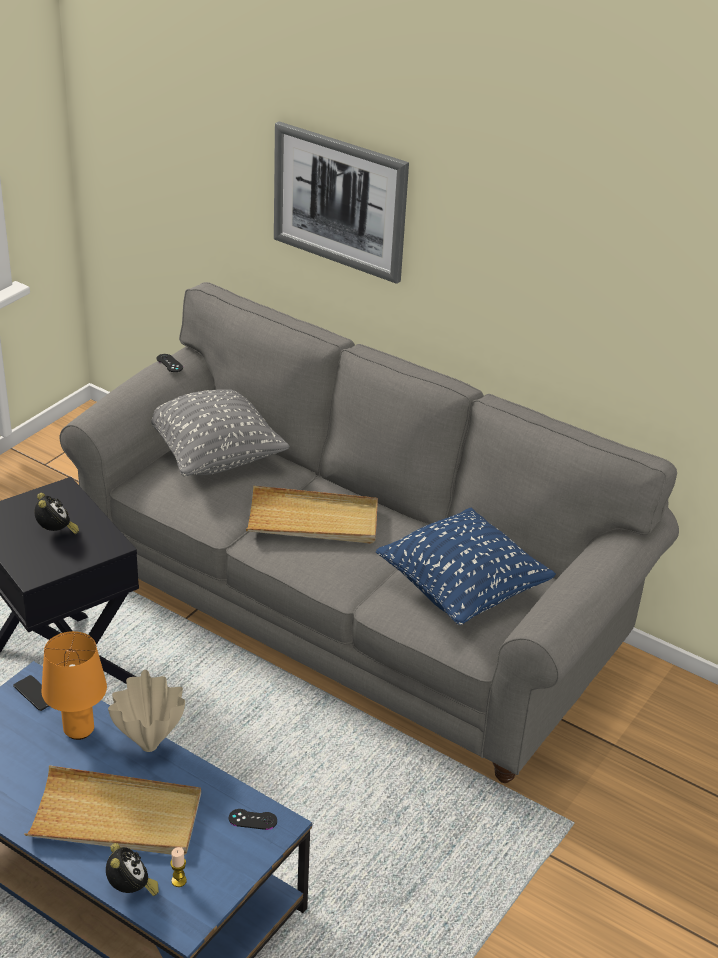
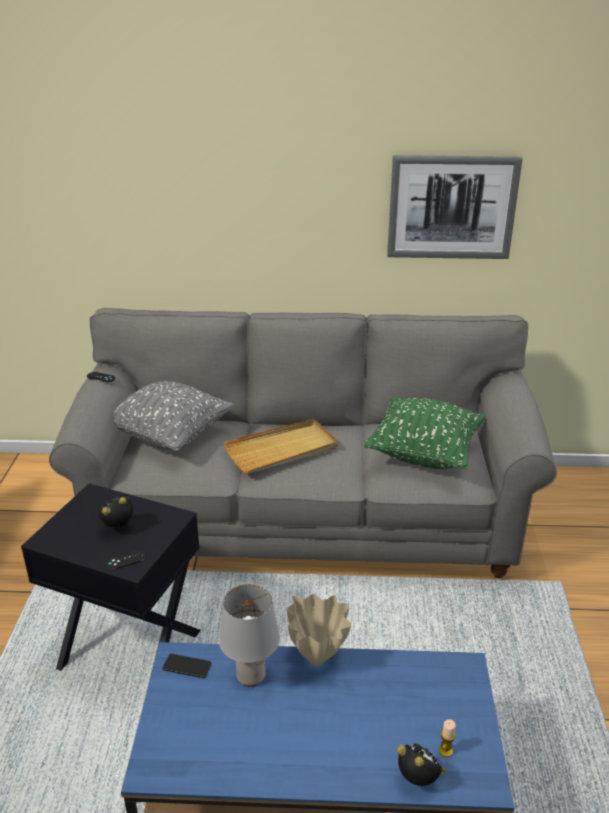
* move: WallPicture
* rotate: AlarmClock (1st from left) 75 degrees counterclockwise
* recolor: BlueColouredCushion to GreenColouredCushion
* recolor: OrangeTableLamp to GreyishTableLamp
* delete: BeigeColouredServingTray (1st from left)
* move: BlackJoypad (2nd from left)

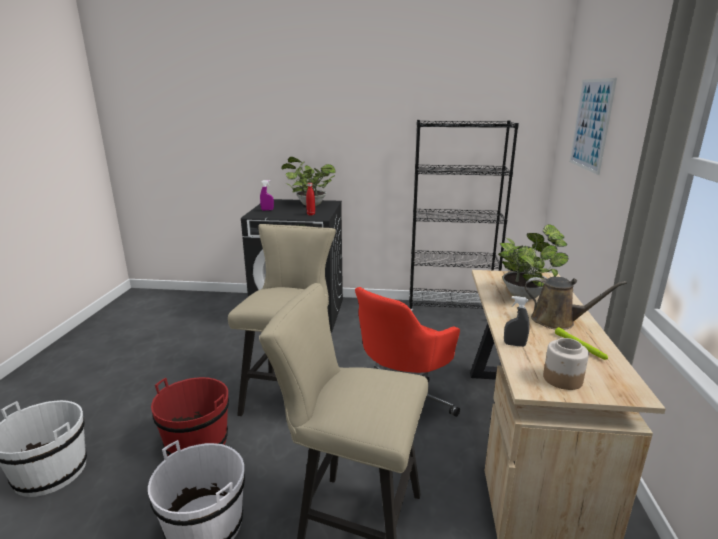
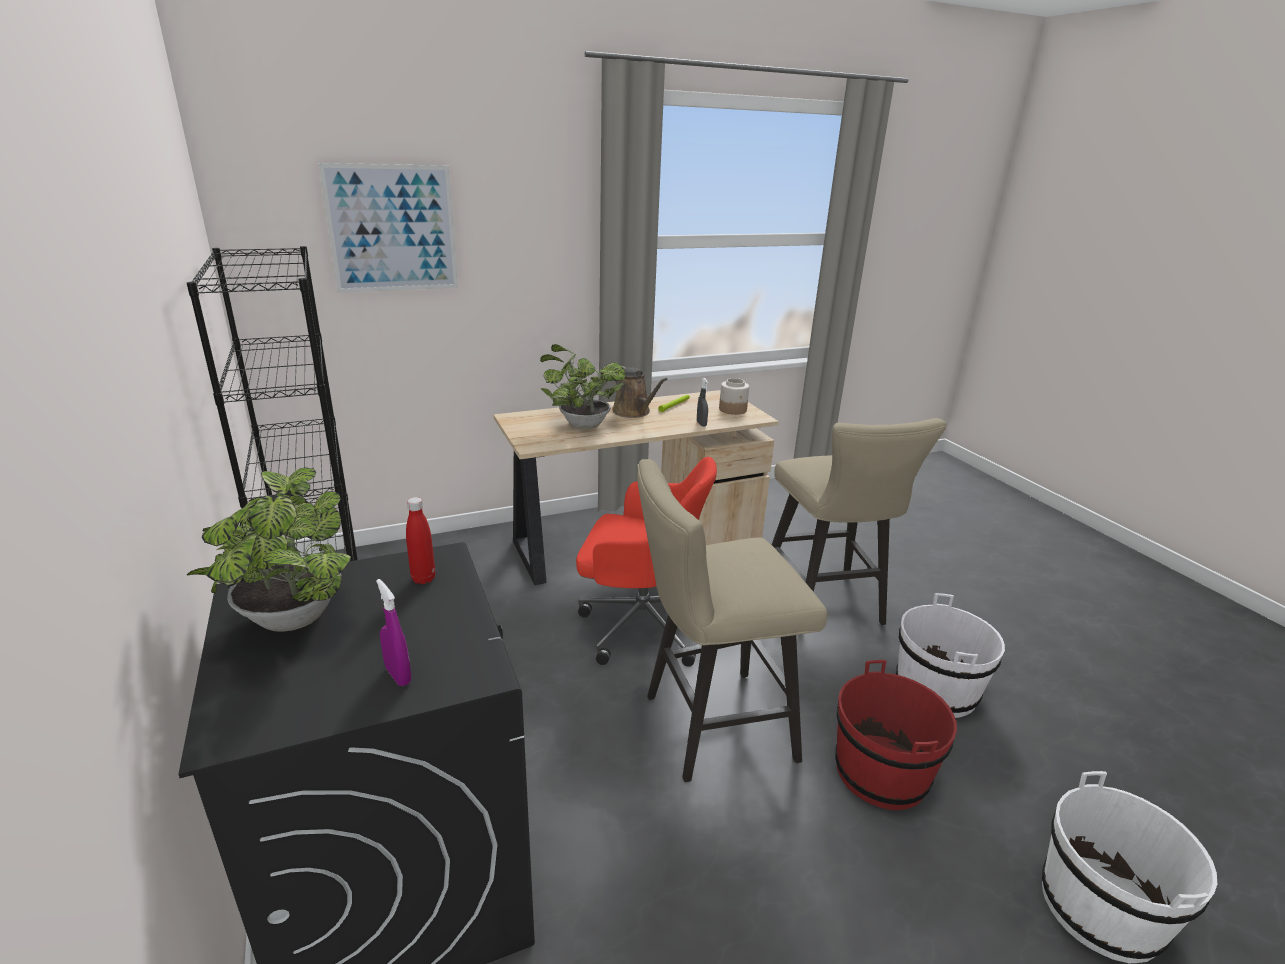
* rotate: BrownishSprinklingCan 150 degrees clockwise

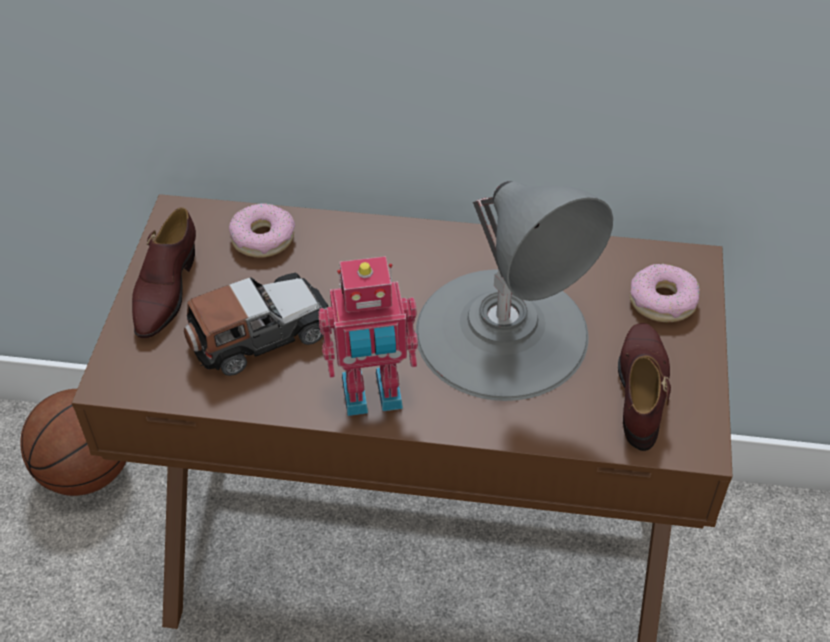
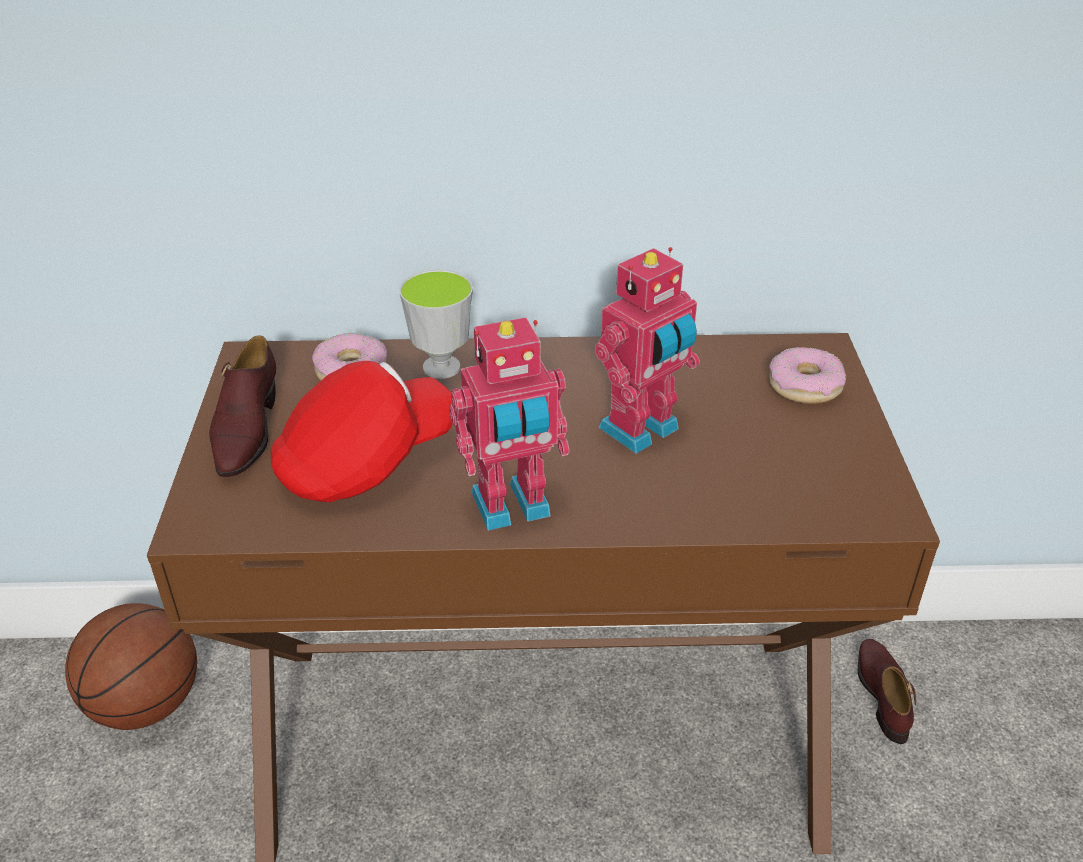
* replace: GreyishTableLamp to ToyRobot (2nd from left)
* replace: ToyCar to RedPeakedCap
* move: BrownishItemOfFootwear (2nd from left)
* insert: DrinkingCup

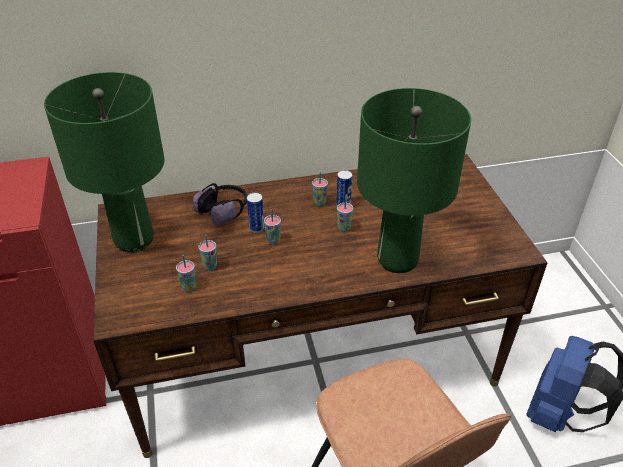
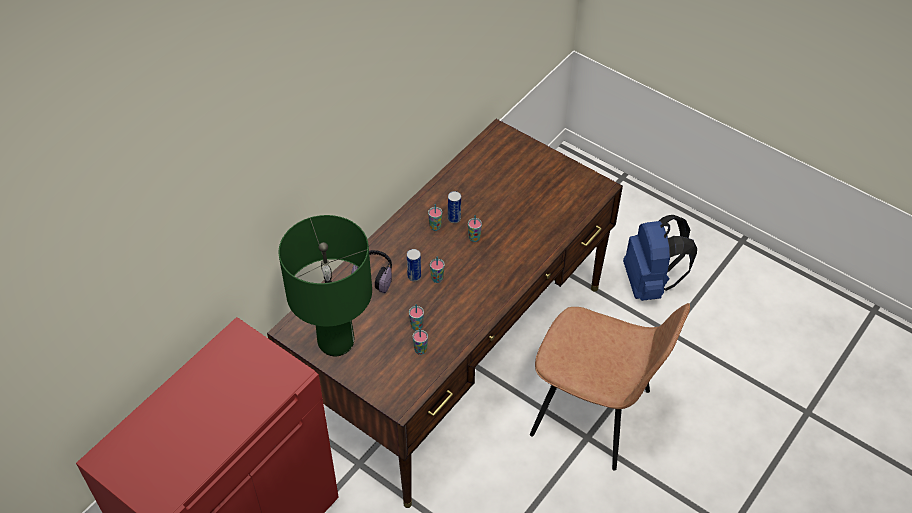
* delete: GreenColouredTableLamp (2nd from left)

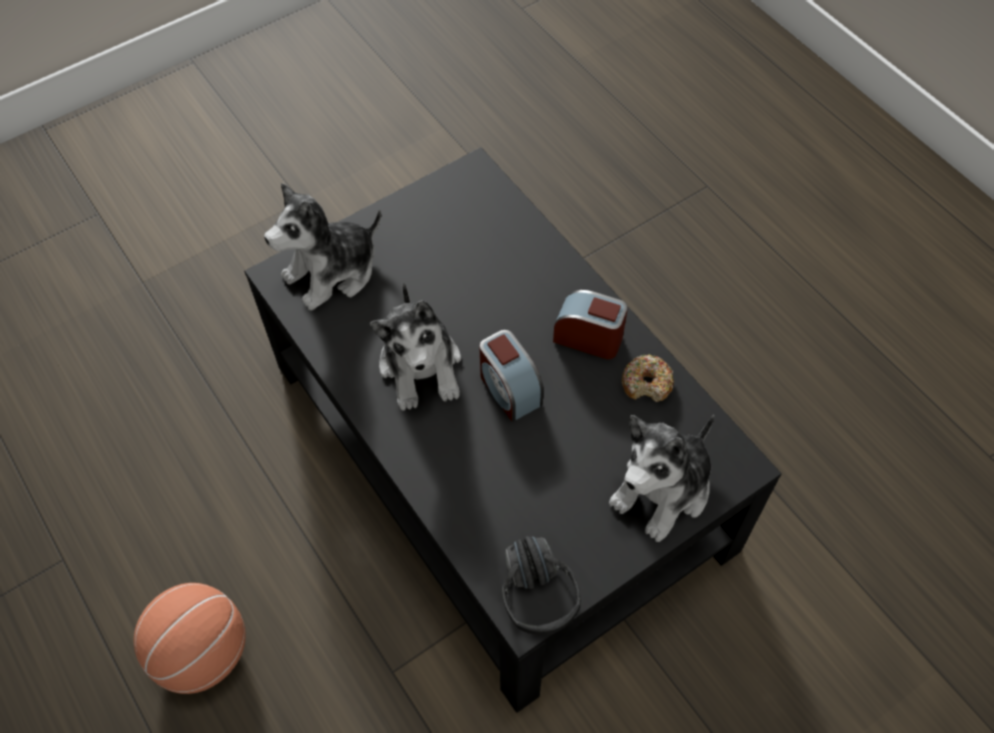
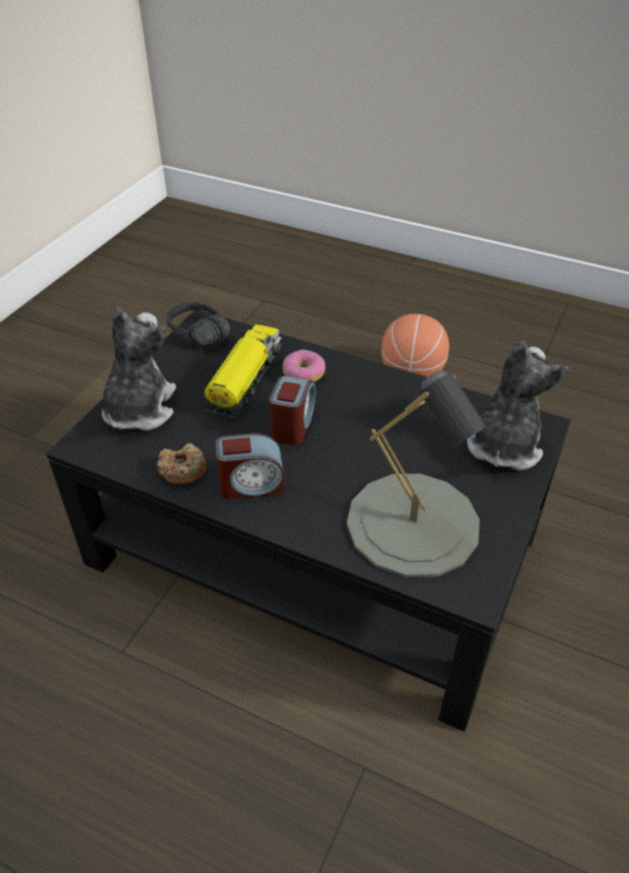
* delete: SoftToy (2nd from left)
* rotate: AlarmClock (1st from left in the first image) 75 degrees clockwise
* insert: ToyLorry
* insert: RingDoughnut (2nd from left)
* insert: GreyishTableLamp

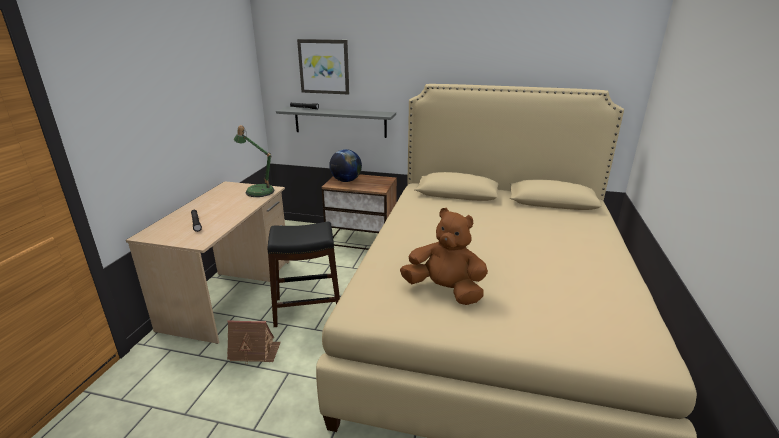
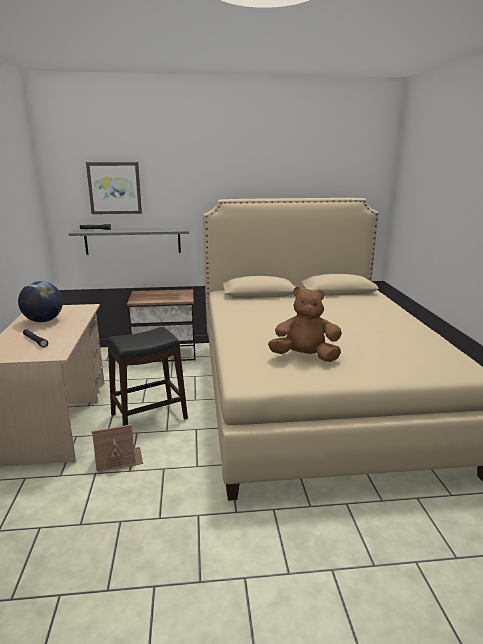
* delete: TableLamp
* move: WorldGlobe

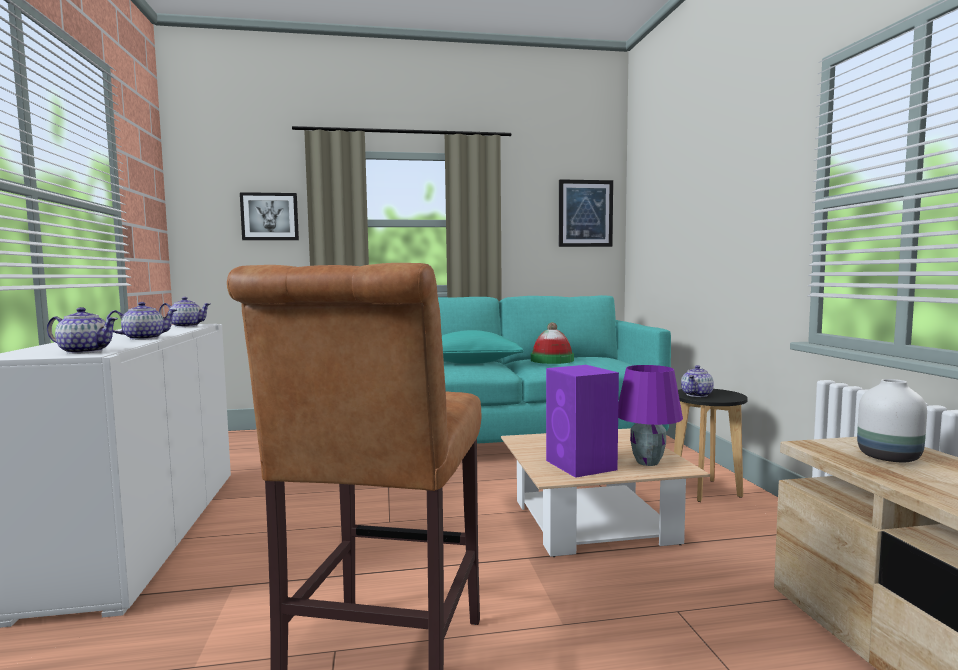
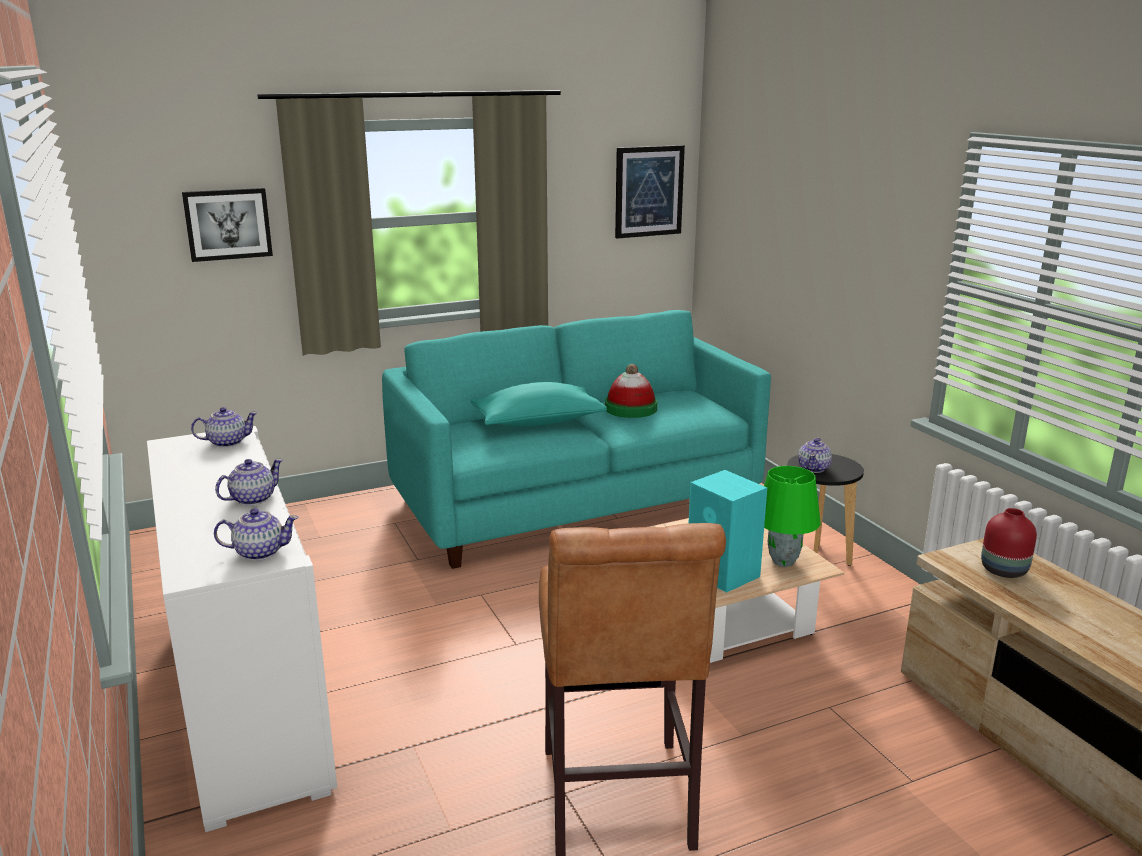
* recolor: PurplishLoudspeaker to BlueGreenLoudspeaker
* recolor: PurplishTableLamp to GreenColouredTableLamp
* recolor: WhiteColouredVase to RedVase

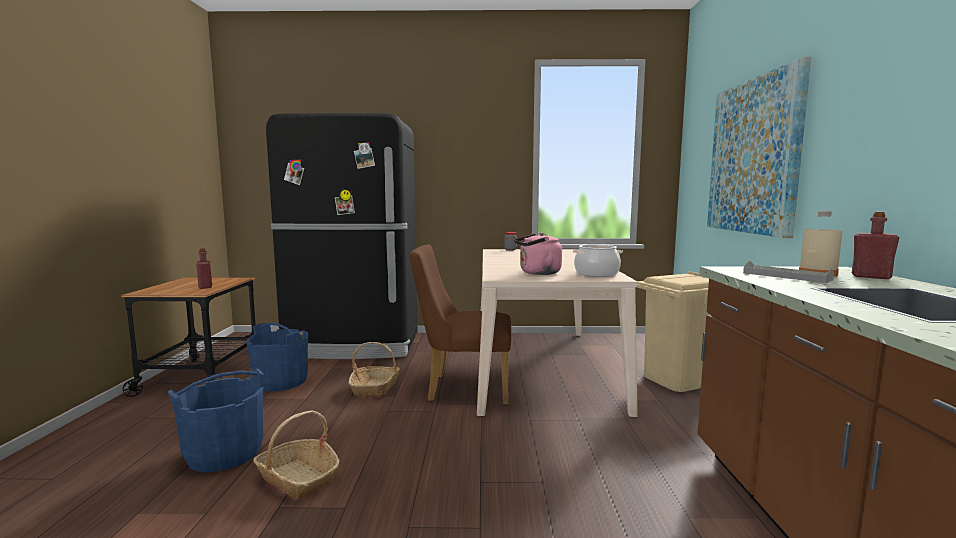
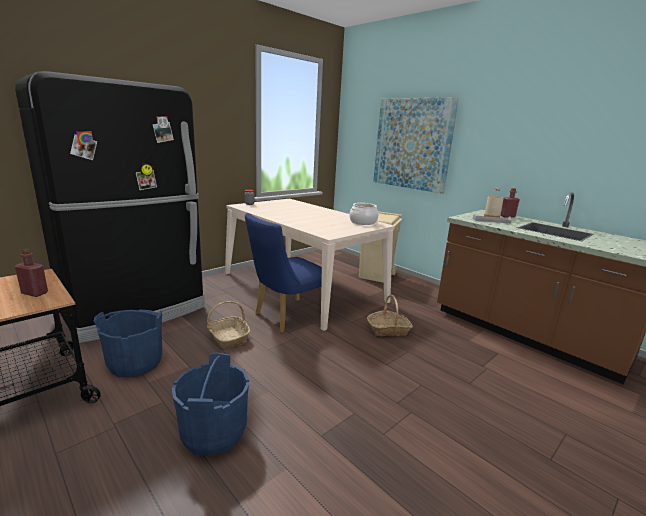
* delete: PinkishTeaKettle
* recolor: BrownishChair to BlueColouredChair
* move: Basket (1st from left in the first image) to Basket (2nd from left)

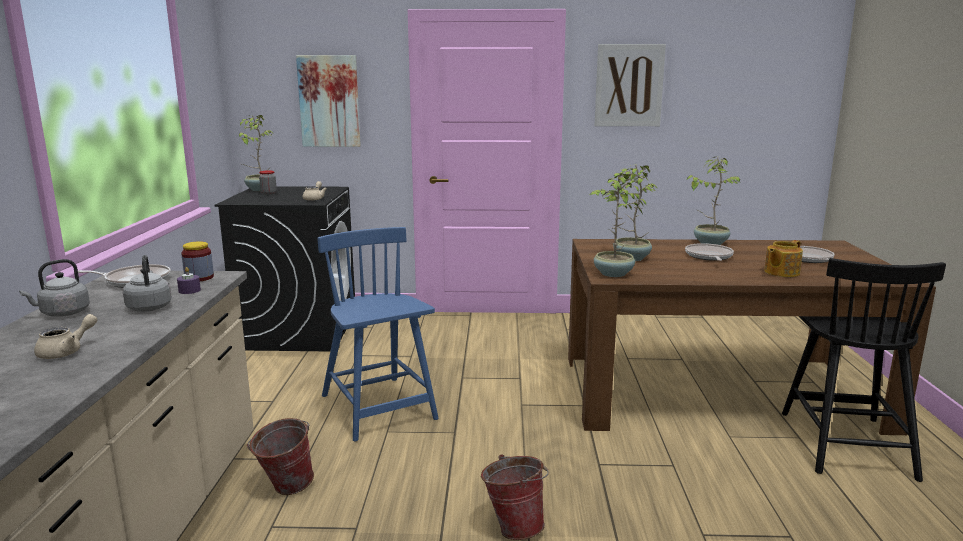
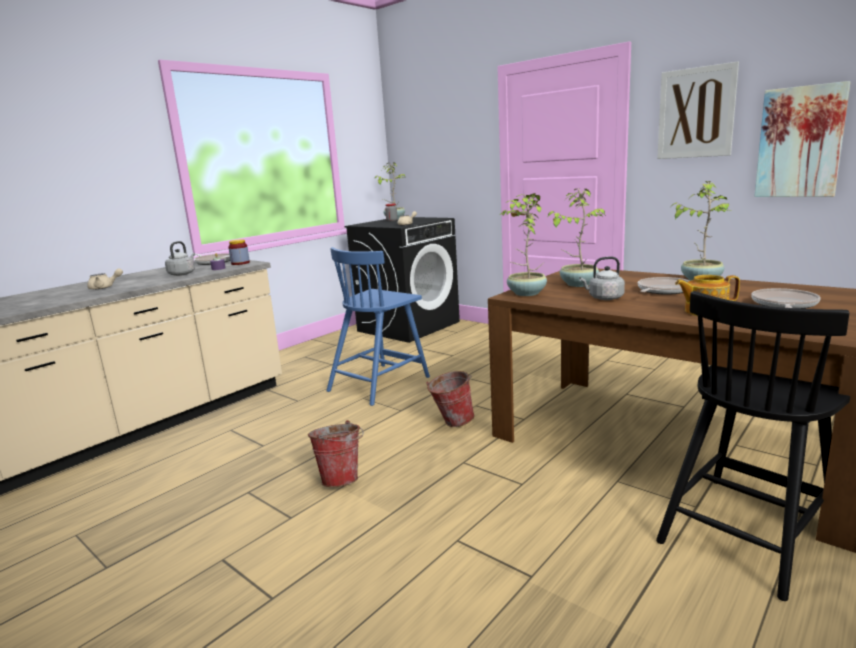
* move: WallPicture (1st from left in the first image) to WallPicture (2nd from left)
* rotate: BlueColouredChair 150 degrees counterclockwise
* move: GreyishTeaKettle (1st from left in the first image) to GreyishTeaKettle (2nd from left)
* move: Bucket (1st from left in the first image) to Bucket (2nd from left)

